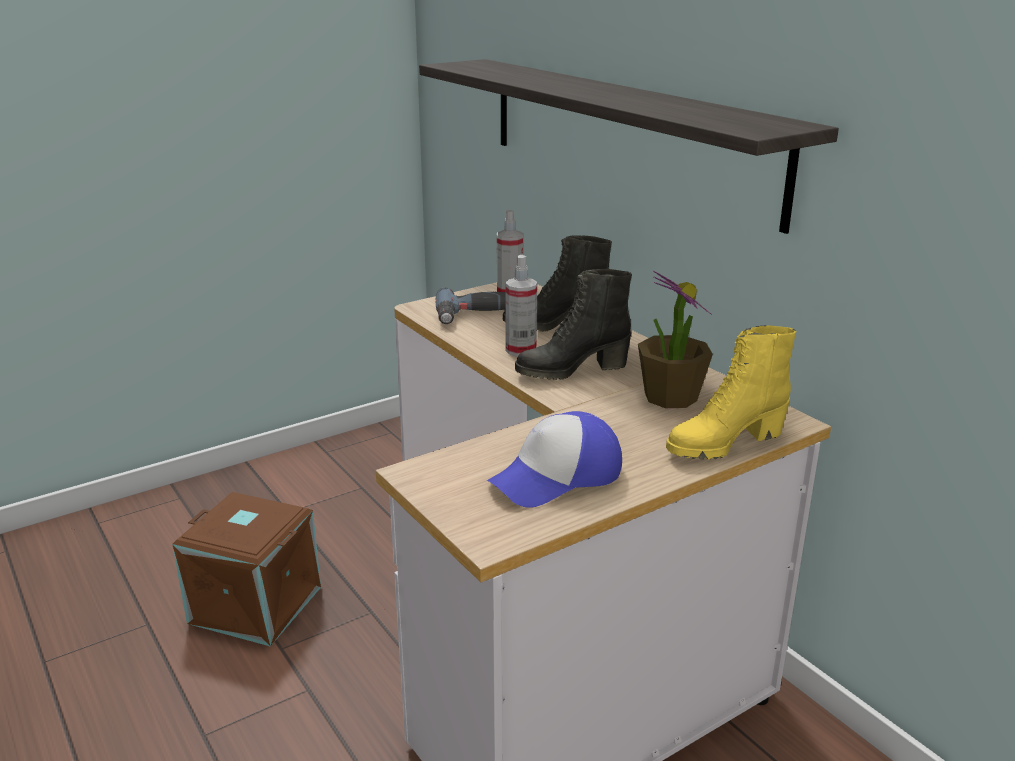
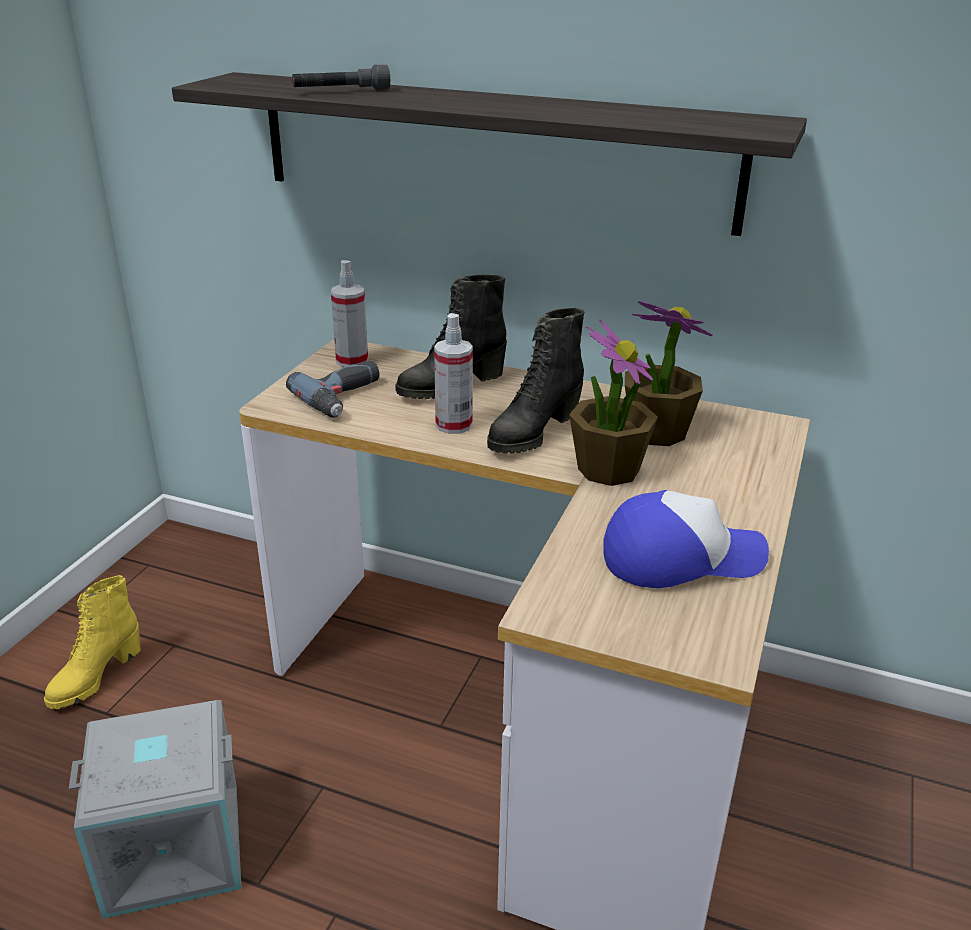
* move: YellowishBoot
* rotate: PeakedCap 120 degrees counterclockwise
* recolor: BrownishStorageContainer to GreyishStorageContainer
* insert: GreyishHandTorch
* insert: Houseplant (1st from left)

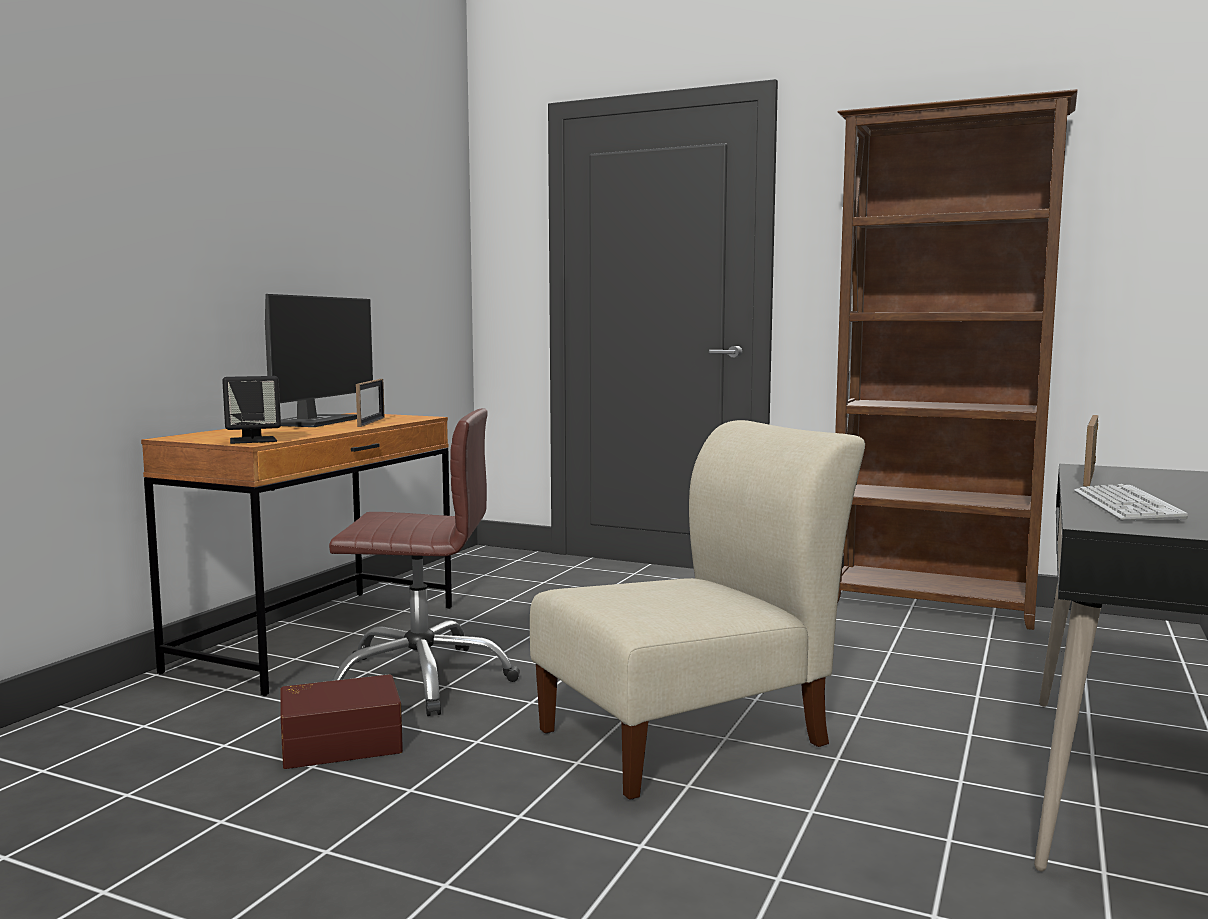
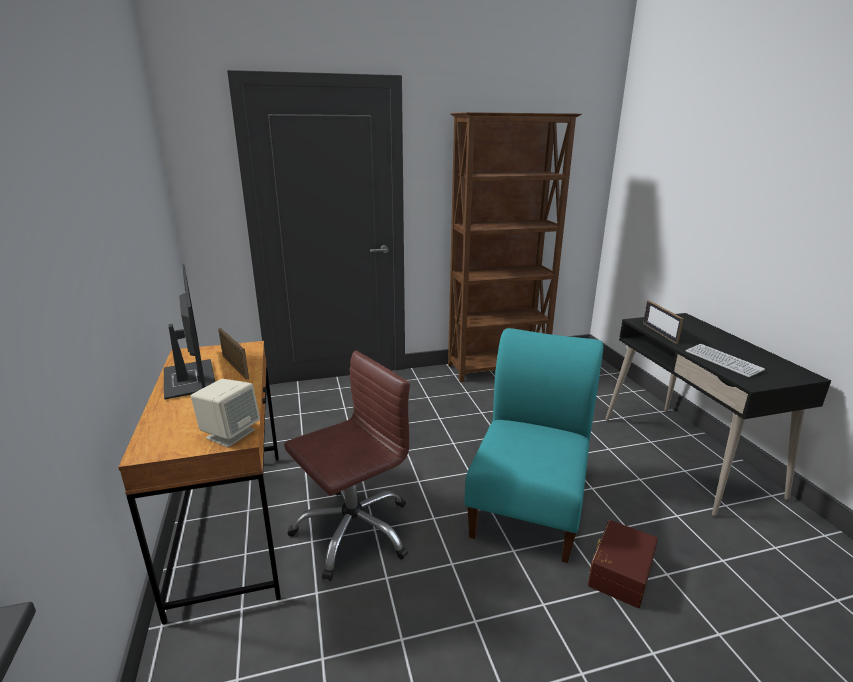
* recolor: BlackLoudspeaker to BeigeColouredLoudspeaker
* recolor: BeigeColouredChair to BlueGreenChair
* move: BrownishStorageContainer

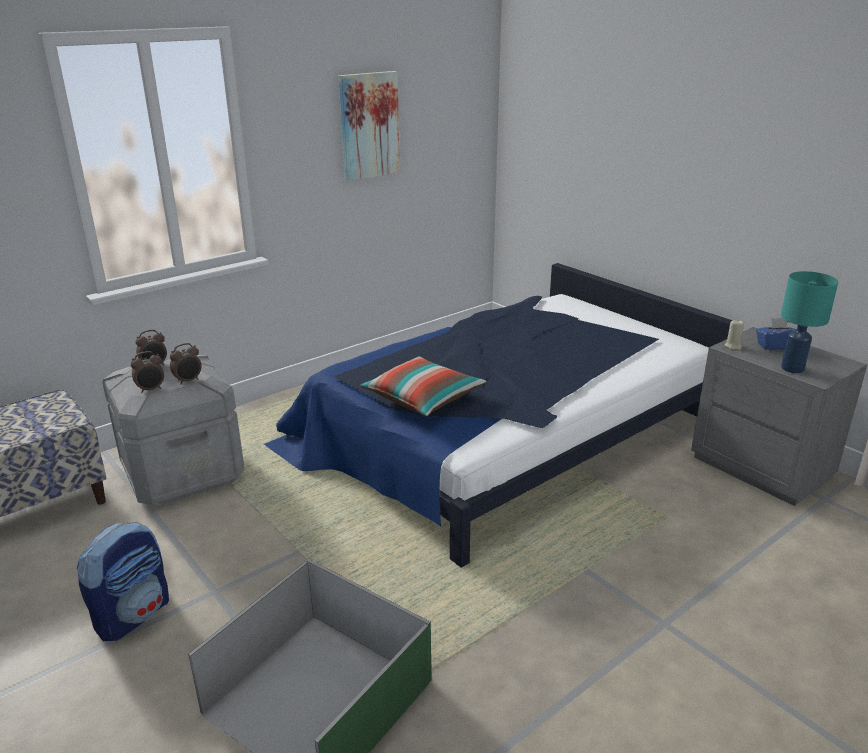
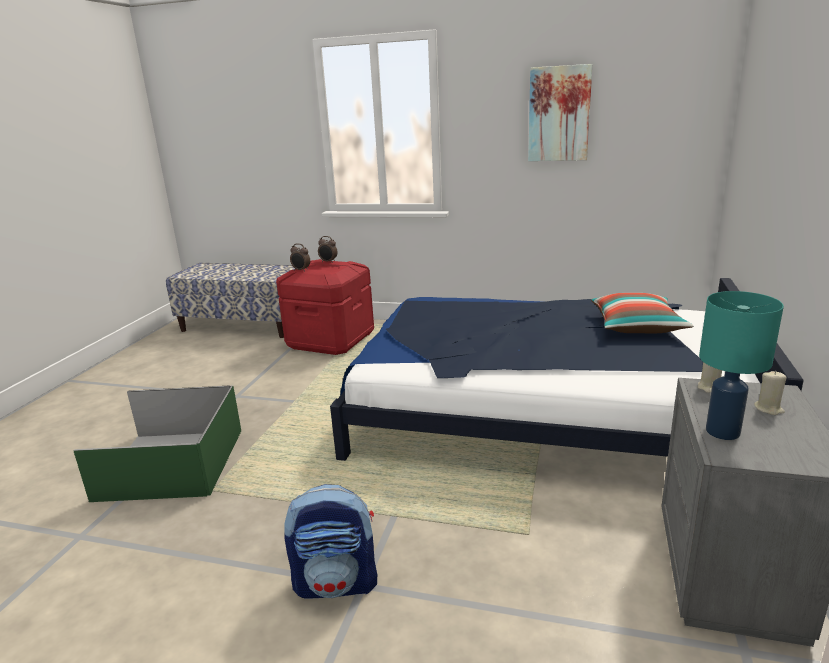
* replace: BlueColouredBoxOfTissues to BeigeColouredCandle (2nd from left)
* delete: AlarmClock (3rd from left)
* recolor: GreyishStorageContainer to RedStorageContainer
* move: Cushion
* move: Rucksack

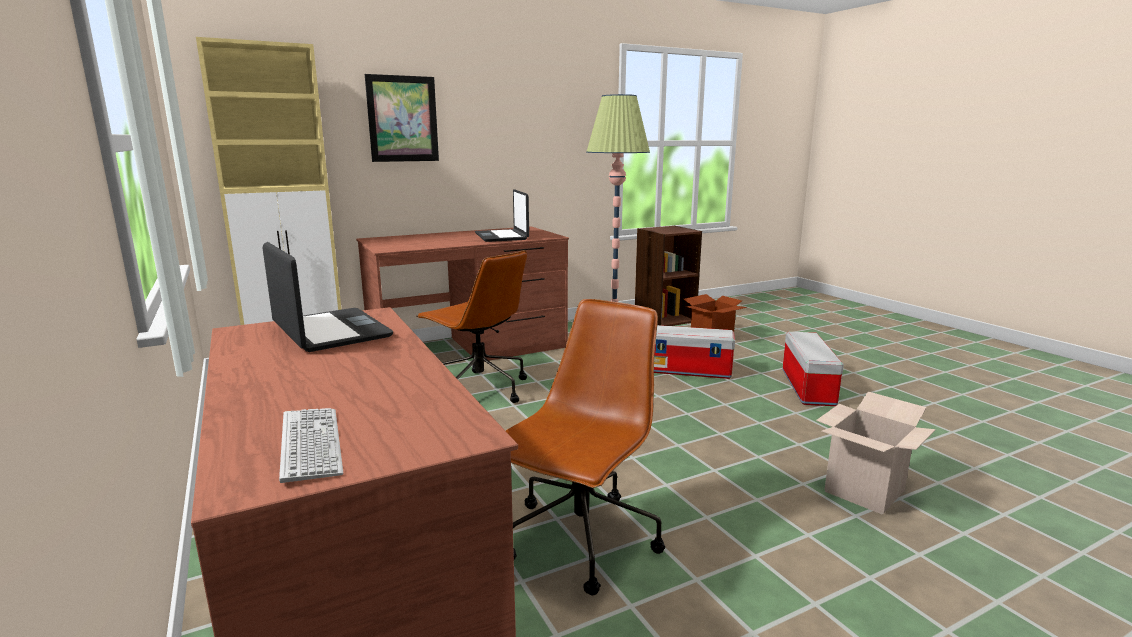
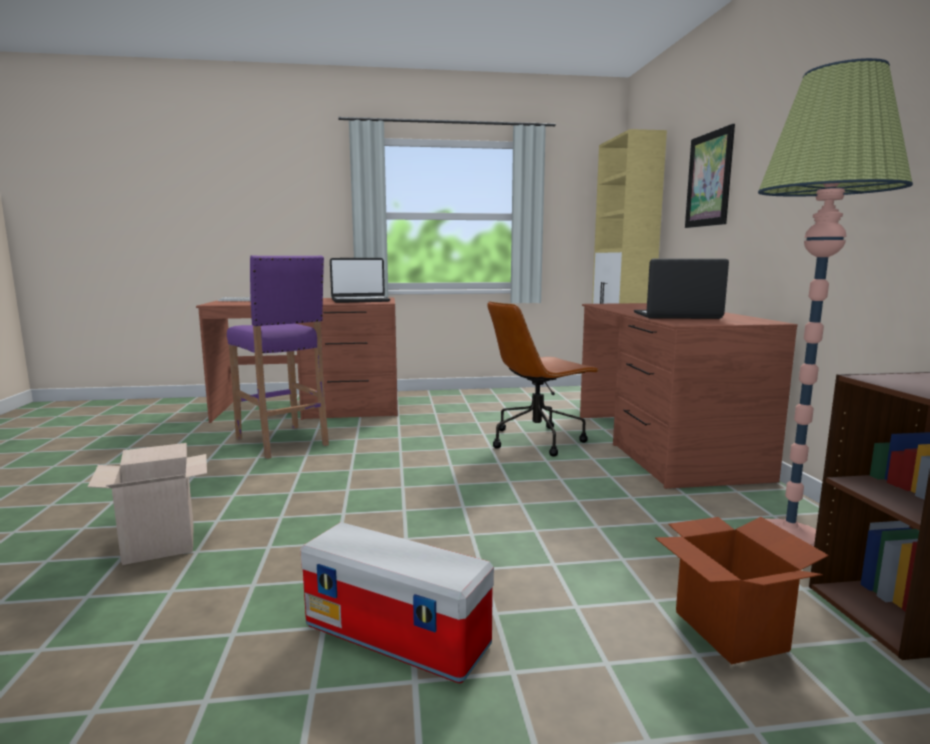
* replace: BrownishDeskChair (2nd from left) to PurplishStoolSeat
* delete: StorageContainer (1st from left)

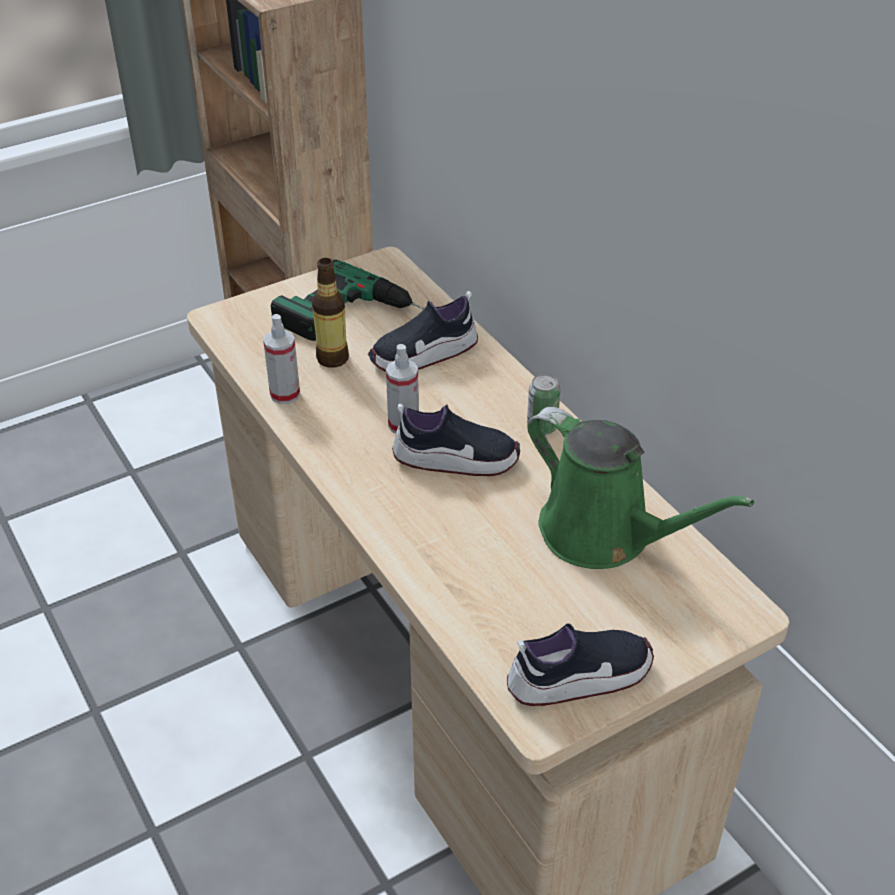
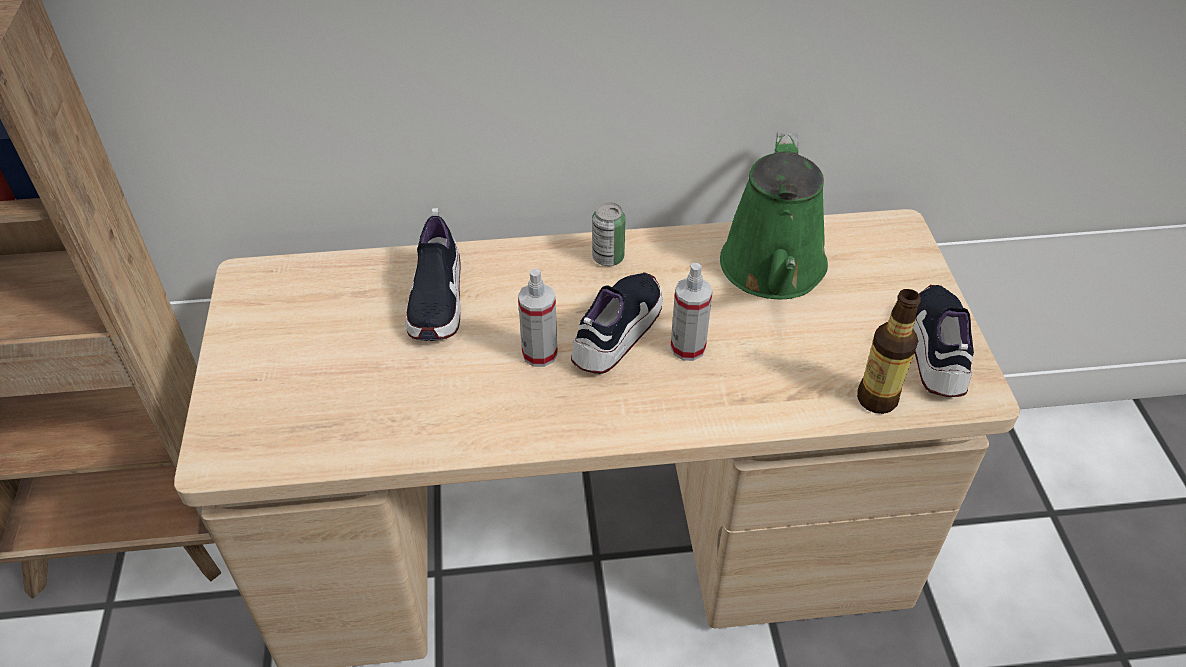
* move: BeverageBottle
* delete: ElectricDrill
* move: SprayBottle (1st from left in the first image) to SprayBottle (2nd from left)
* rotate: GreenColouredSprinklingCan 120 degrees clockwise

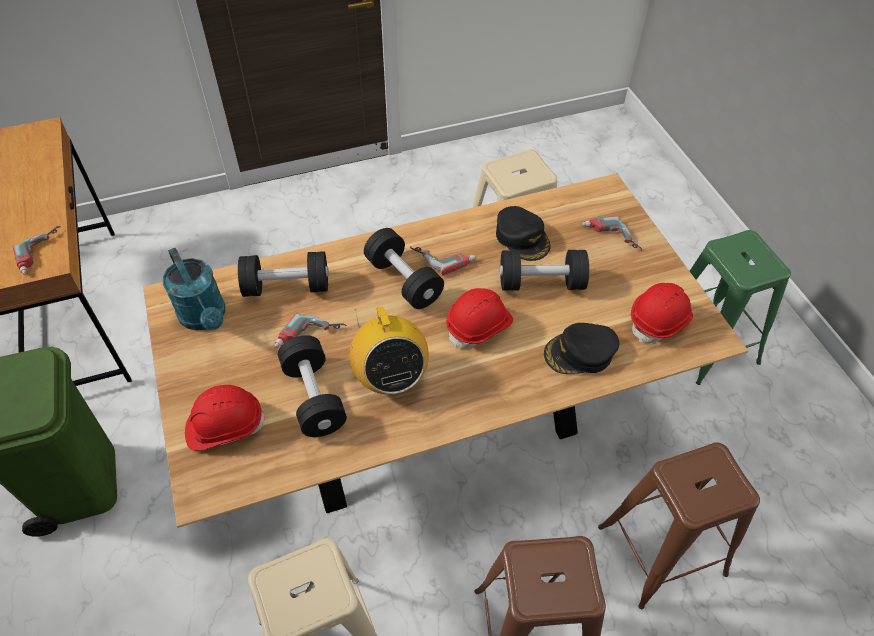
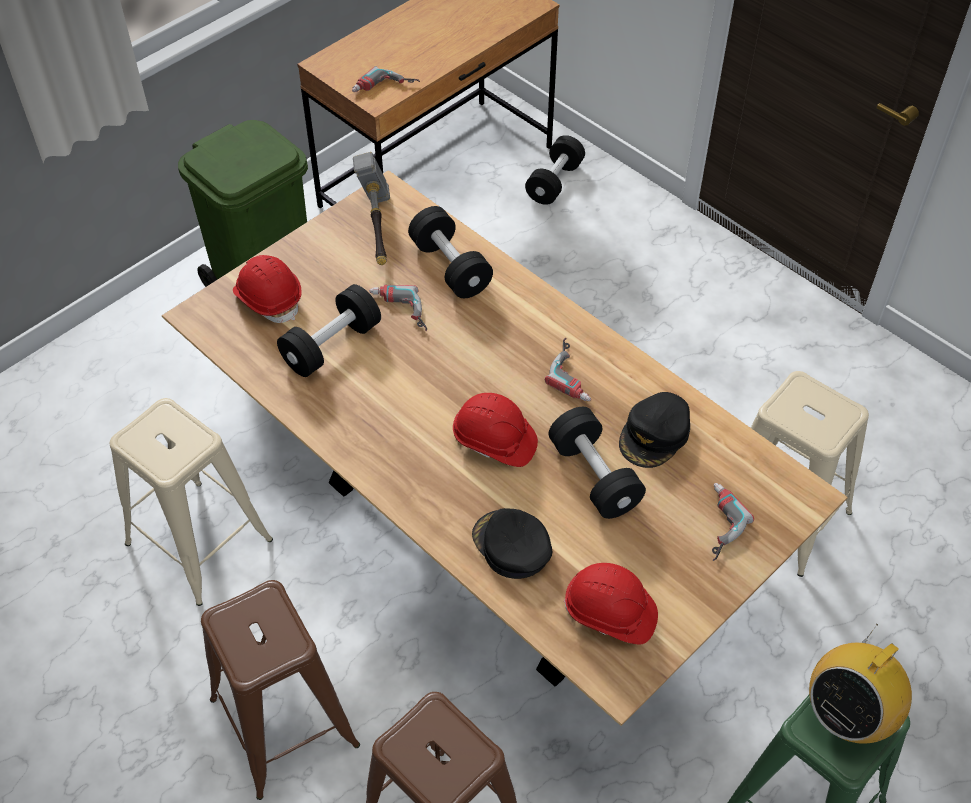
* move: BlackHandWeight (3rd from left)
* replace: BlueGreenSprinklingCan to ToolHammer
* move: RadioSet

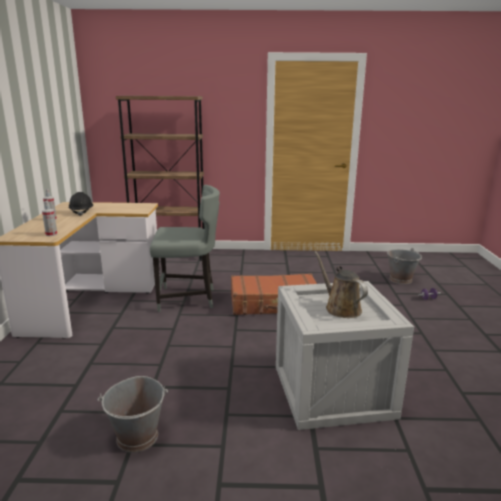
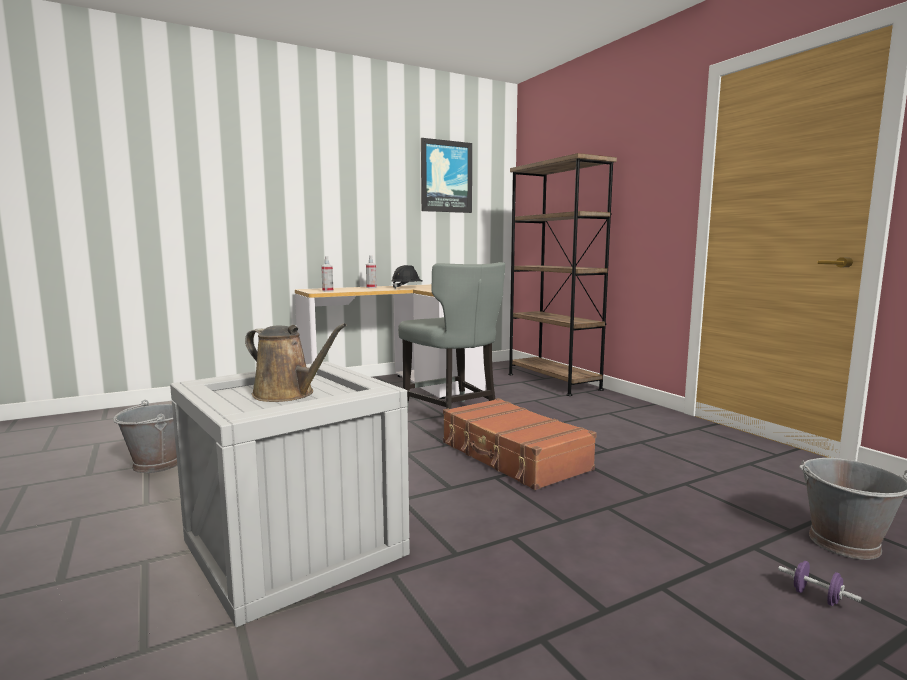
* rotate: BrownishSprinklingCan 90 degrees clockwise
* insert: WallPicture

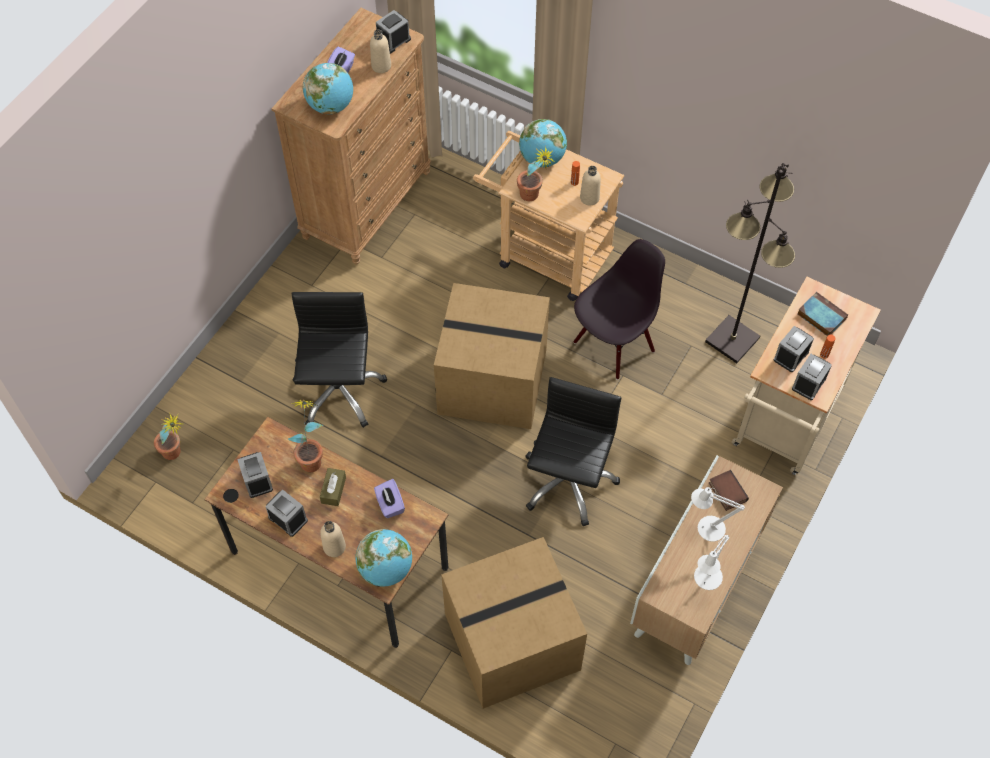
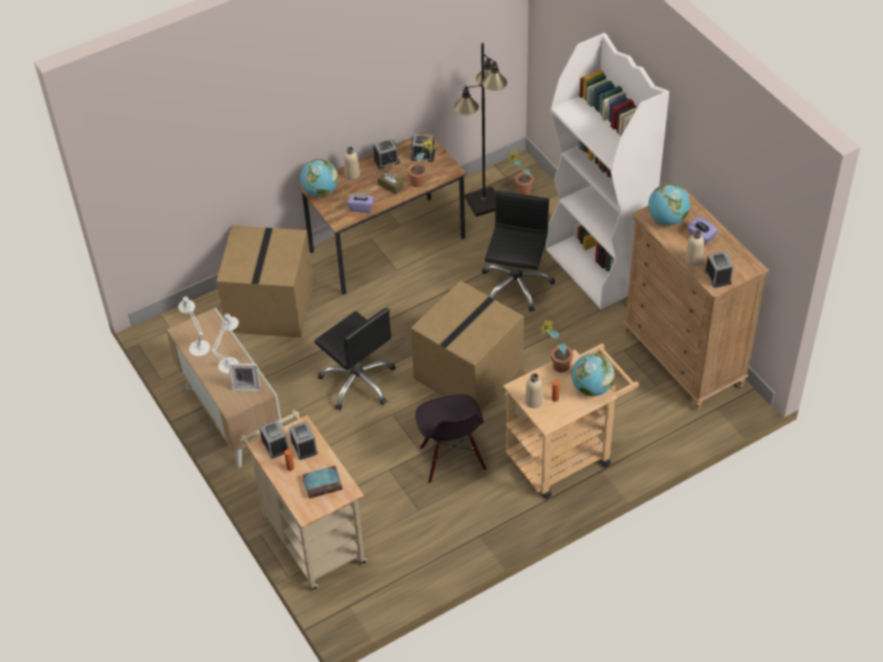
* move: BlackFloorLamp
* rotate: BlackDeskChair (1st from left in the first image) 105 degrees counterclockwise
* replace: Book (1st from left) to PhotoFrame
* insert: WhiteColouredBookcase

